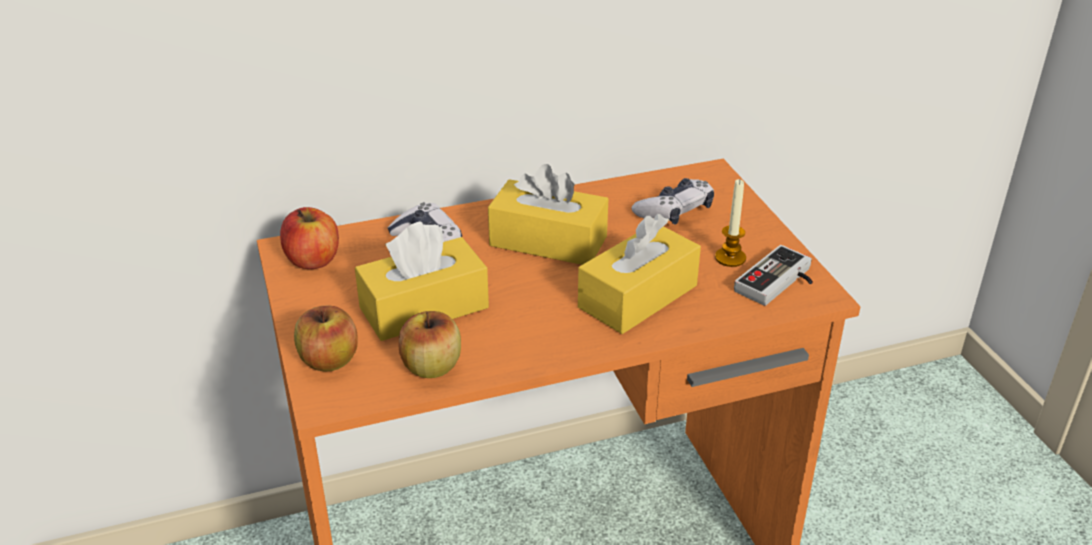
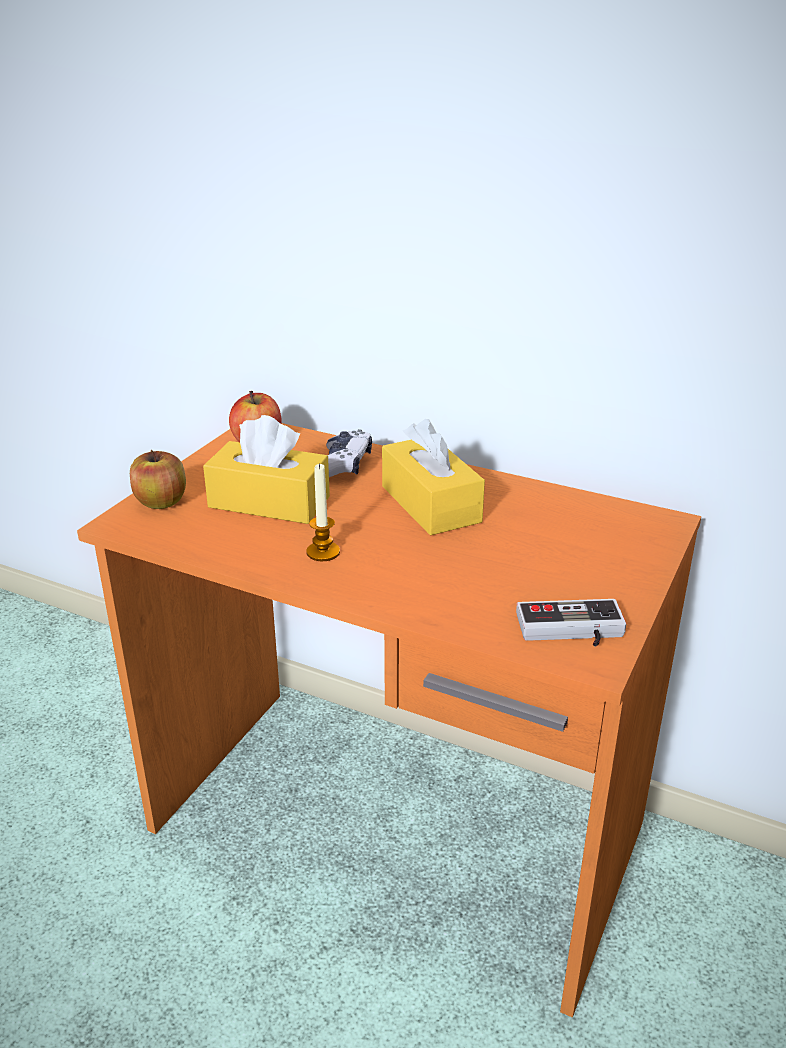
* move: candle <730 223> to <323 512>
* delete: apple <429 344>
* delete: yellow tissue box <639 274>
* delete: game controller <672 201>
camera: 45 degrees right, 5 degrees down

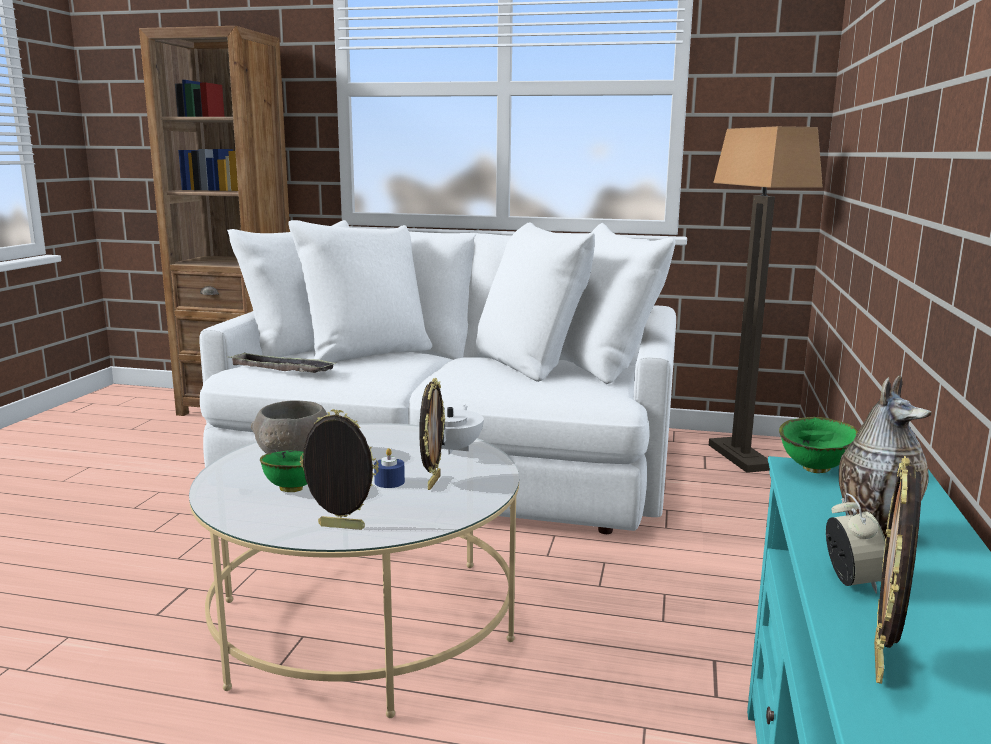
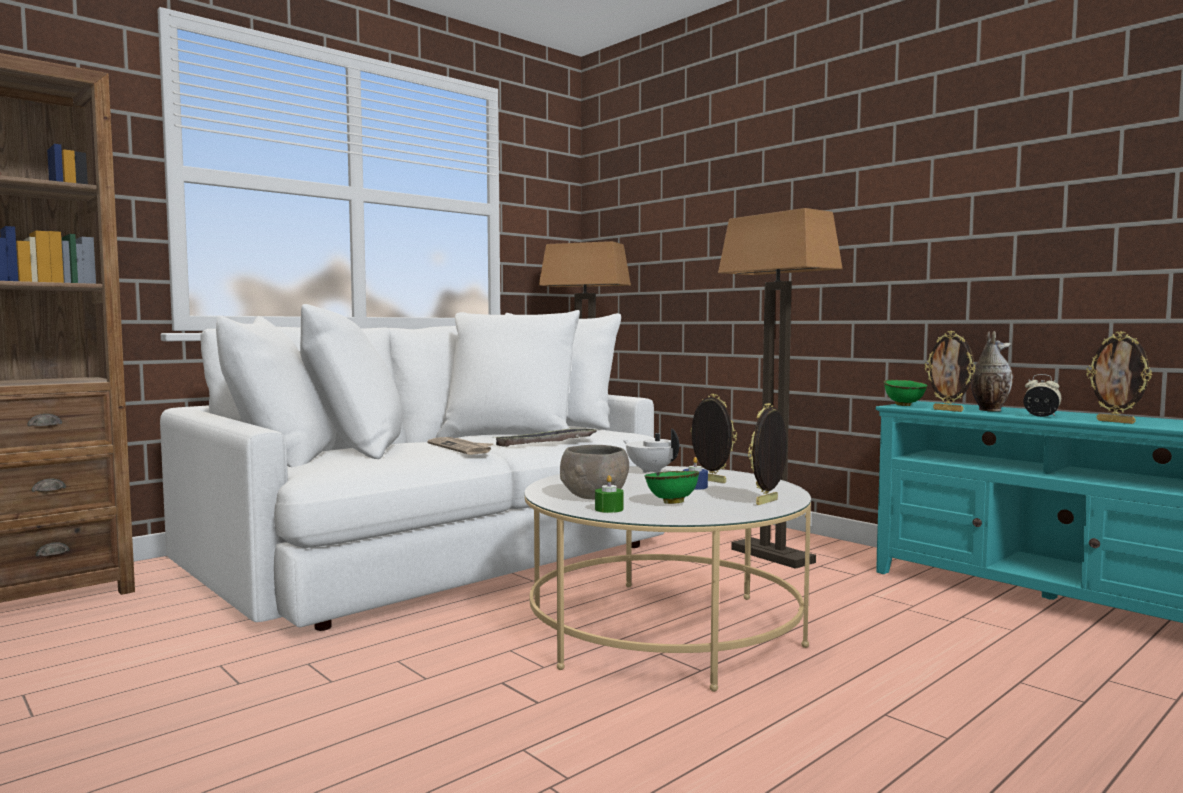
* insert: newspaper <460 446>
* move: tray <282 362> to <546 437>
* insert: green candle <609 494>
* insert: floor lamp <780 388>
* insert: picture frame <950 371>
camera: 55 degrees left, 10 degrees down

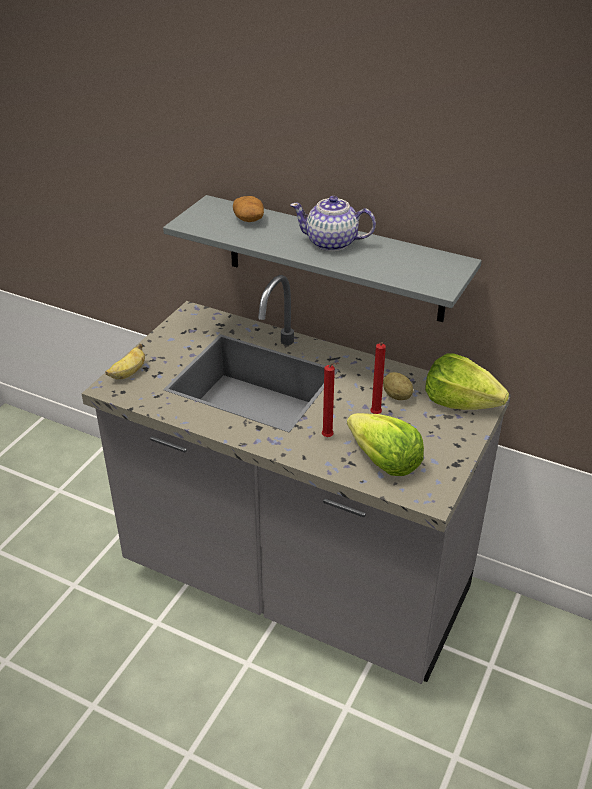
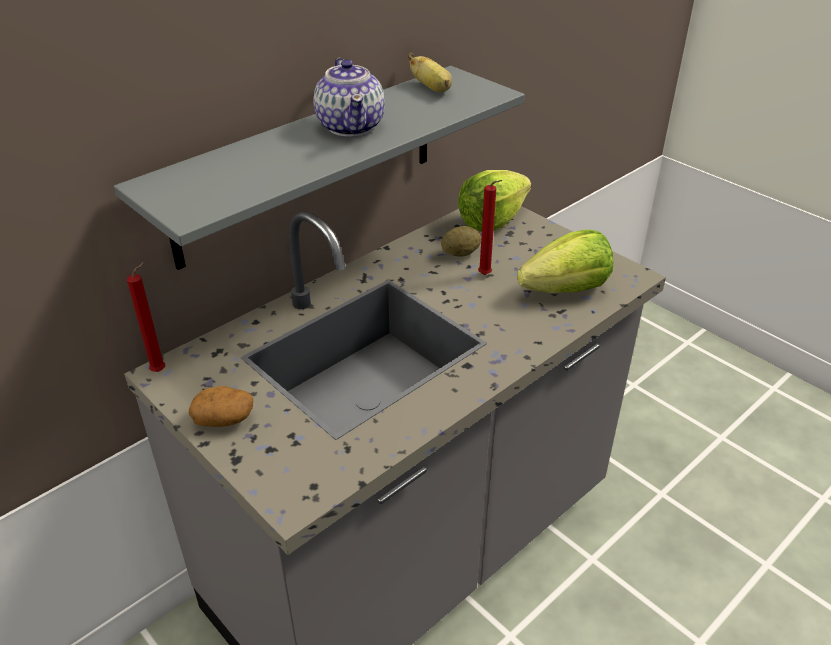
* move: red candle <330 400> to <146 317>
* move: potato <248 209> to <221 406>
* rotate: teapot <333 223> = <349 97> 45 degrees counterclockwise
* move: banana <125 361> to <430 72>
camera: 70 degrees left, 0 degrees up

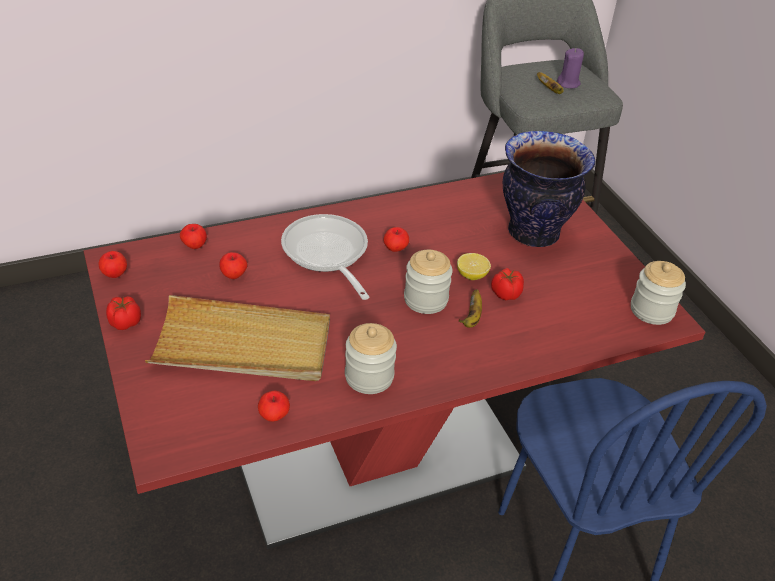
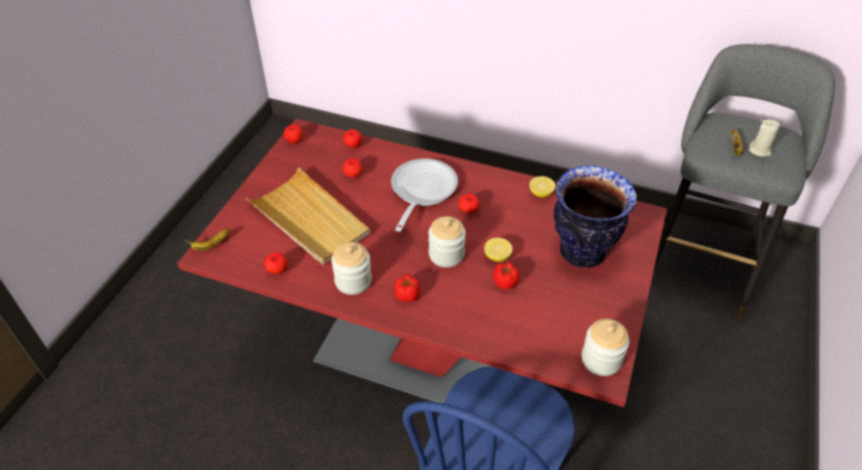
* move: banana <470 308> to <206 239>
* move: tomato <123 313> to <407 288>
* insert: lemon <542 187>
* recolor: purple candle <570 68> to beige candle <764 138>
camera: 45 degrees right, 5 degrees up

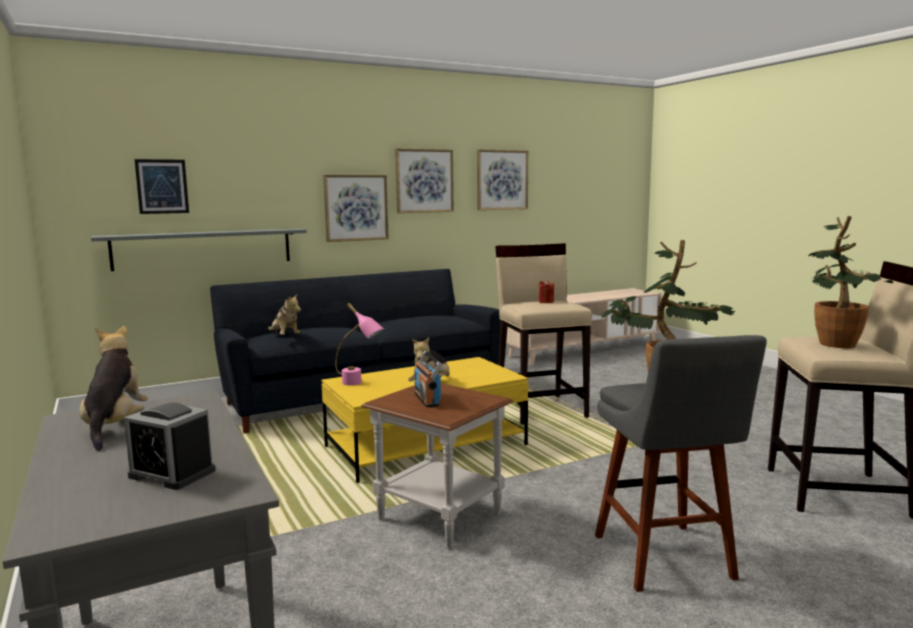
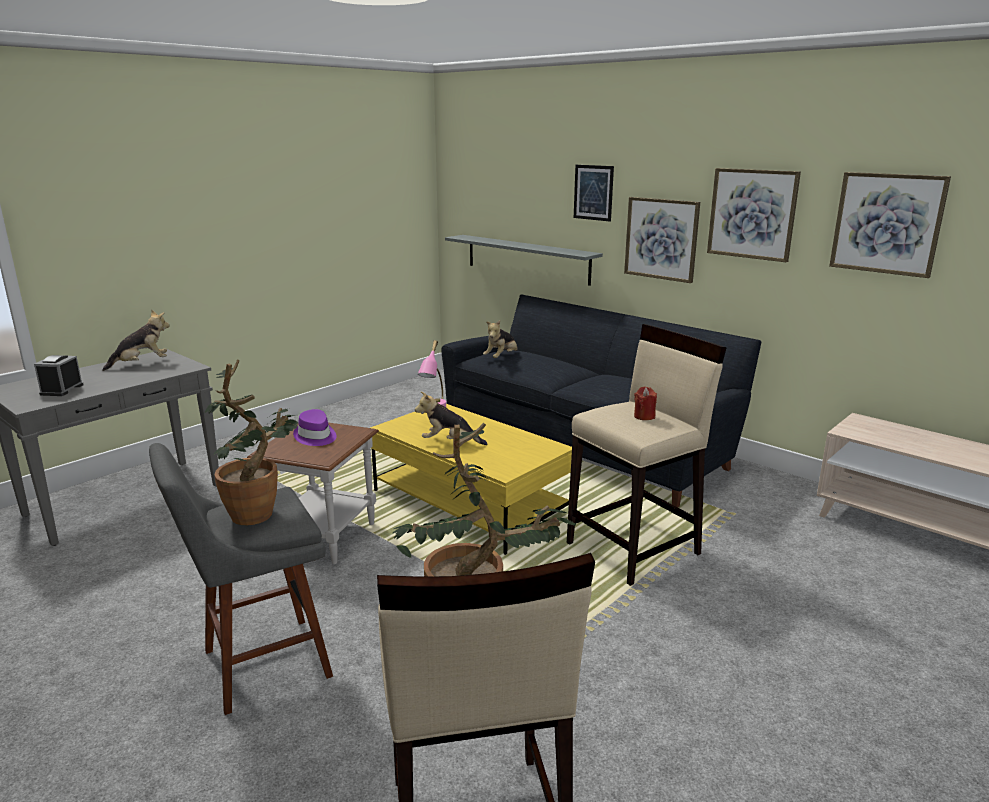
* replace: radio <428 379> to purple hat <314 427>
* move: picture <161 186> to <594 193>
camera: 70 degrees right, 10 degrees up

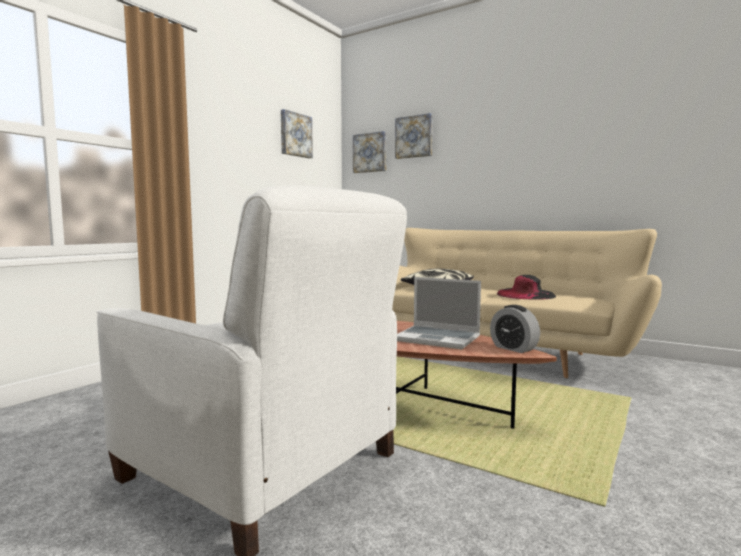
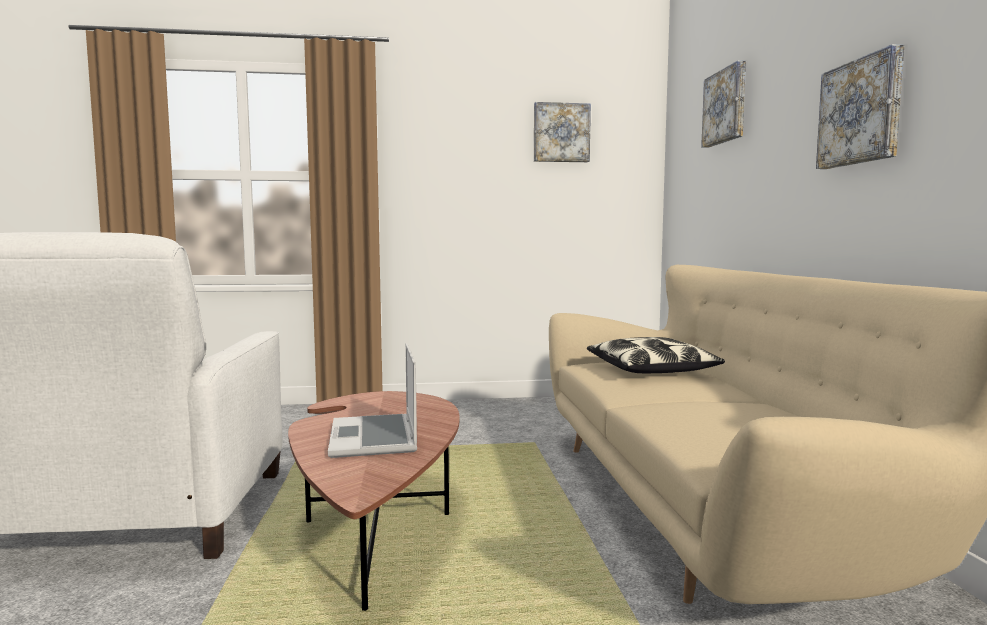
* move: picture <369 152> to <860 106>
* delete: alarm clock <515 329>
* delete: black hat <526 287>
camera: 50 degrees right, 0 degrees up

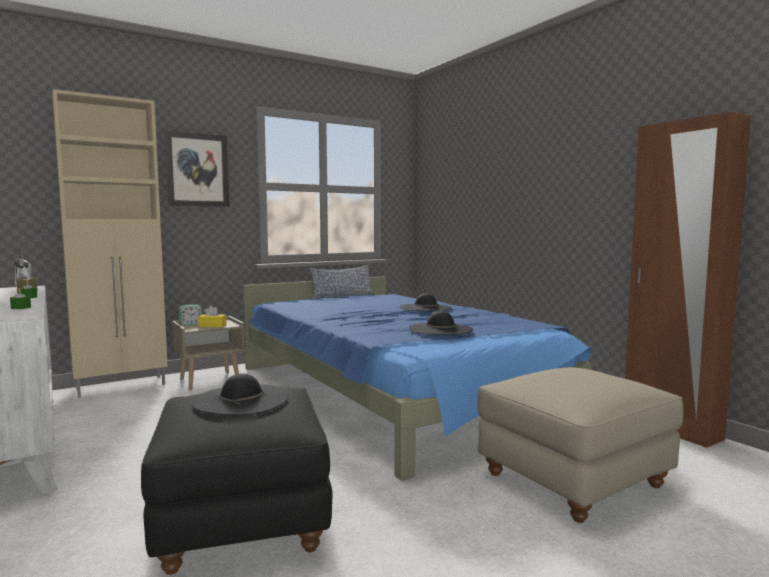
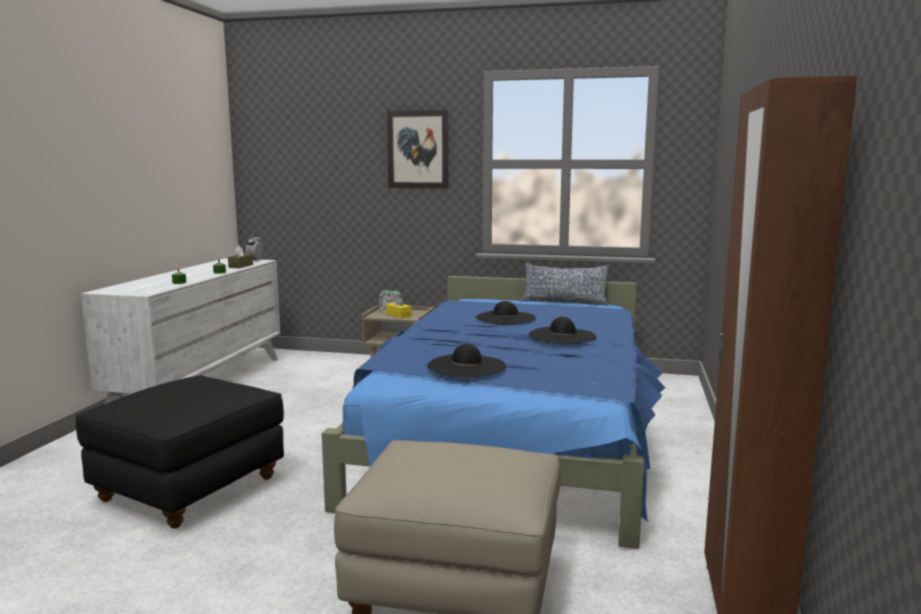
* move: black hat <240 394> to <506 313>
* delete: beige cabinet <110 243>
camera: 45 degrees right, 5 degrees up

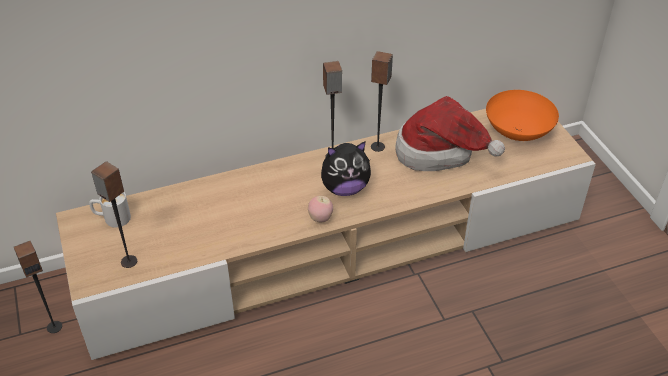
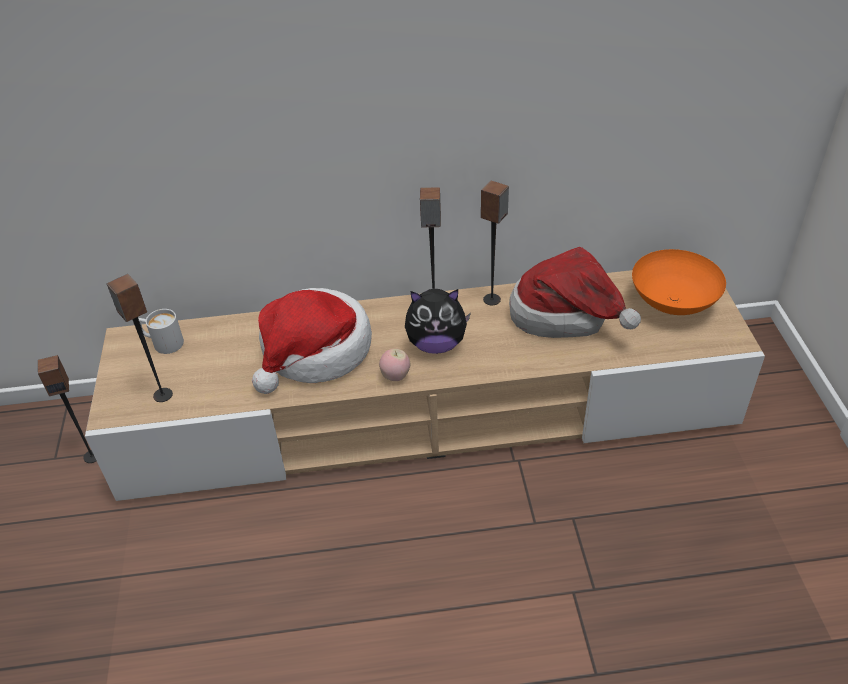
* insert: hat <312 341>
camera: 15 degrees right, 0 degrees up

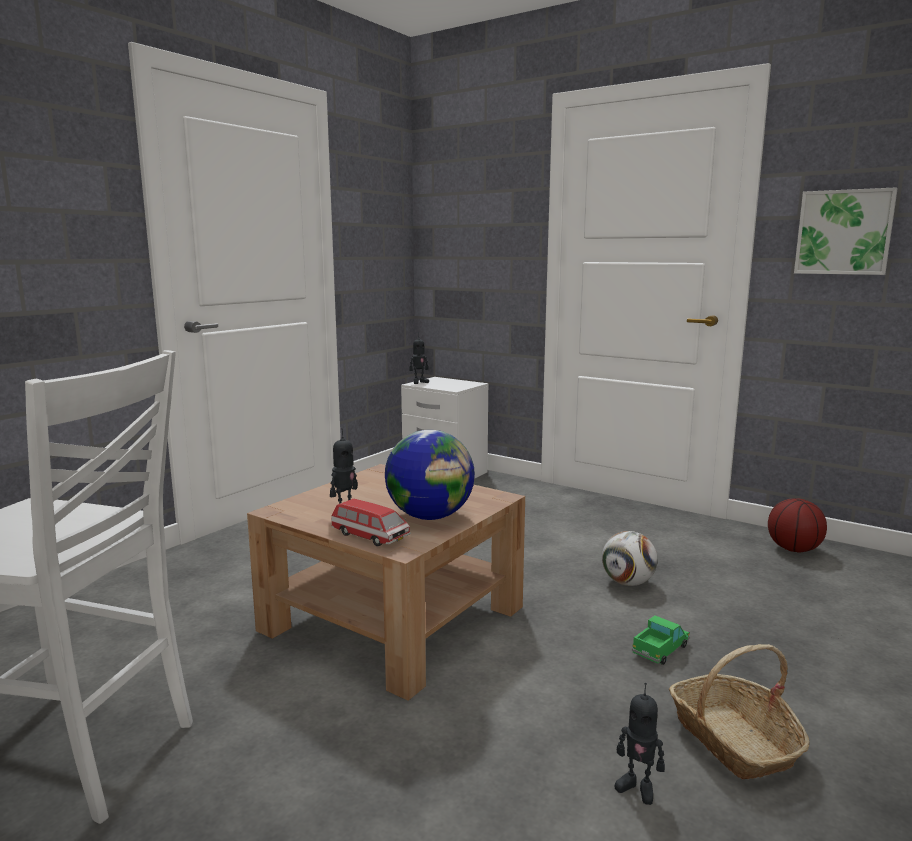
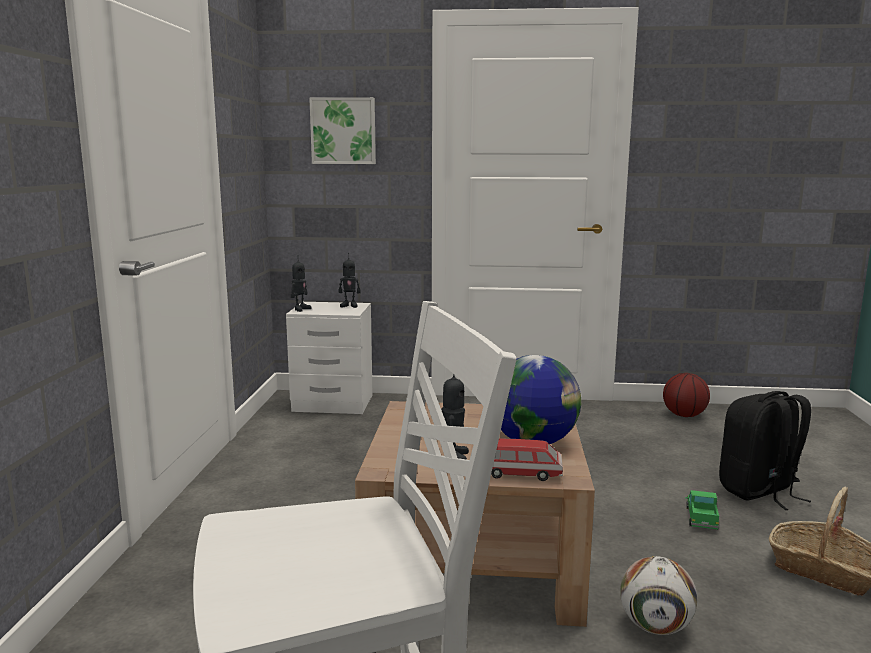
* move: picture <846 231> to <342 130>
* move: toy robot <640 744> to <350 280>
* move: football <630 558> to <658 595>
* insert: black backpack <765 450>
camera: 30 degrees left, 0 degrees up

